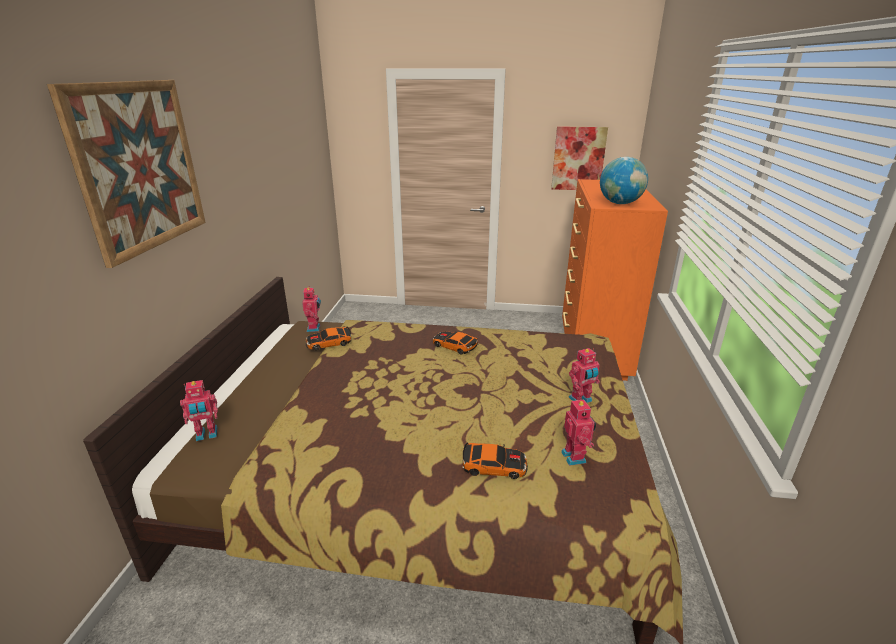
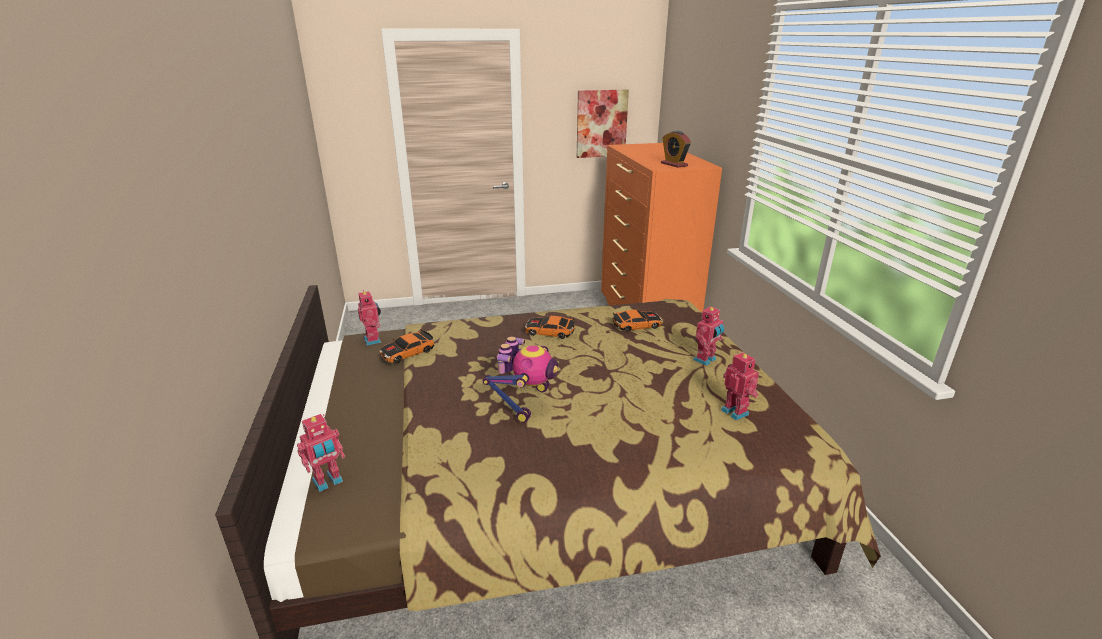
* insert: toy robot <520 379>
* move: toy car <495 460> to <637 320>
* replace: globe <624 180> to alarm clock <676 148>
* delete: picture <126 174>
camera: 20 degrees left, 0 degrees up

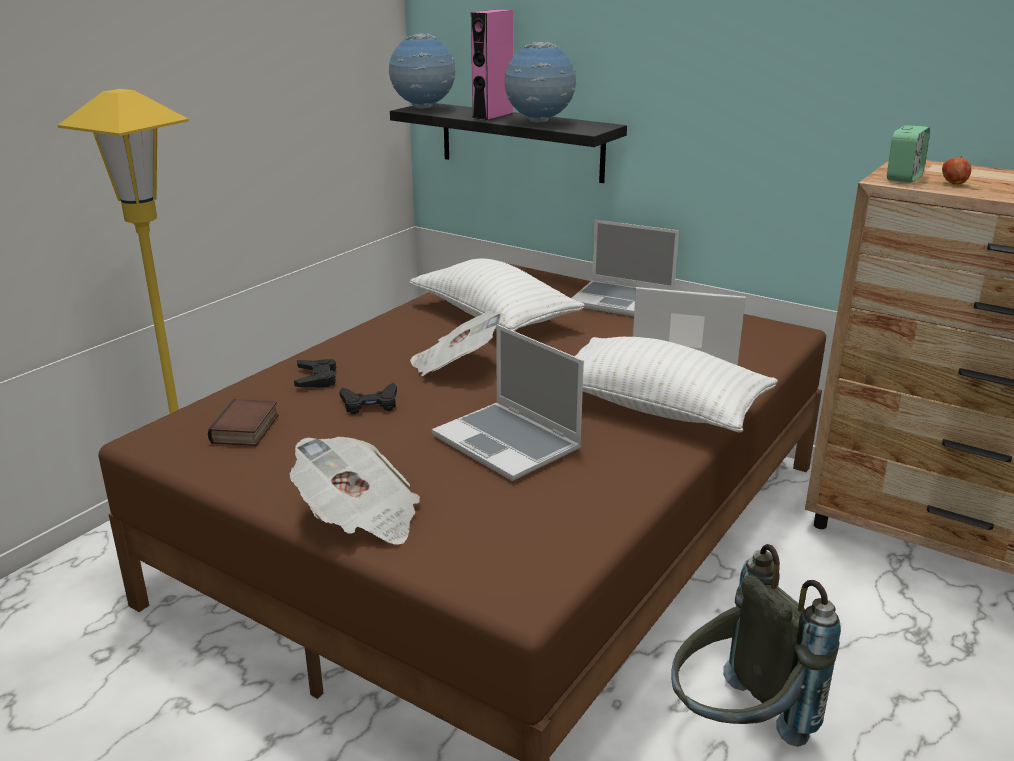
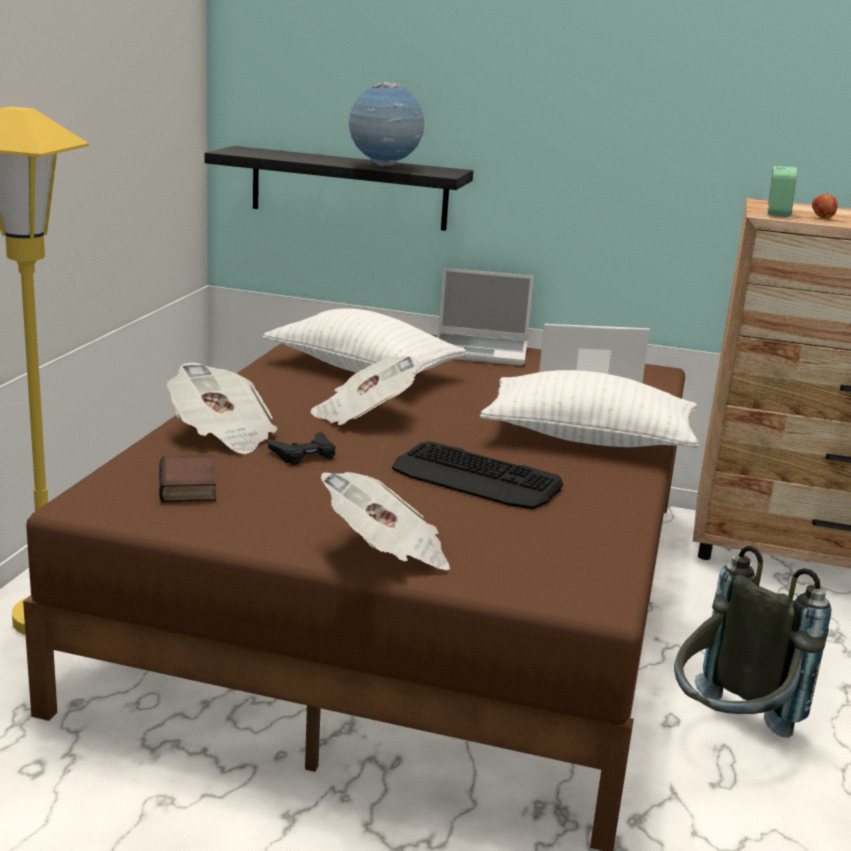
* replace: black game controller <315 373> to newspaper <222 408>
* replace: laptop <508 402> to keyboard <477 475>
* delete: globe <422 71>
* delete: pink speaker <492 65>
camera: 20 degrees left, 5 degrees down

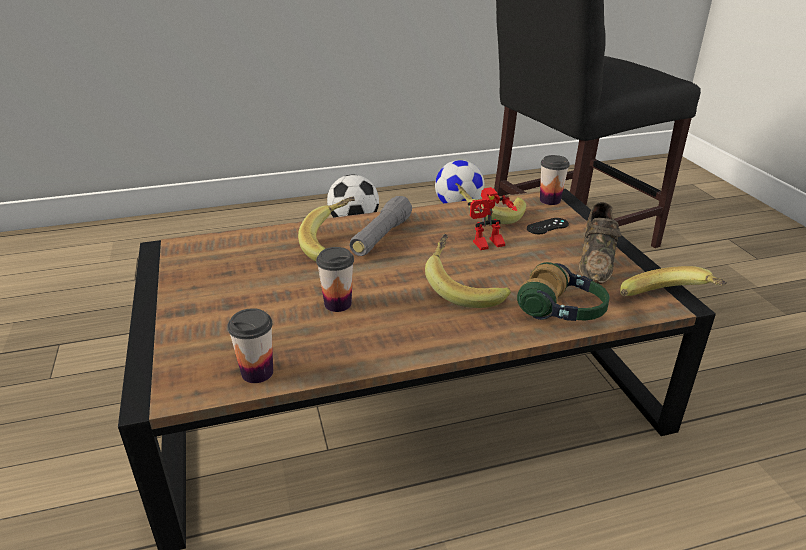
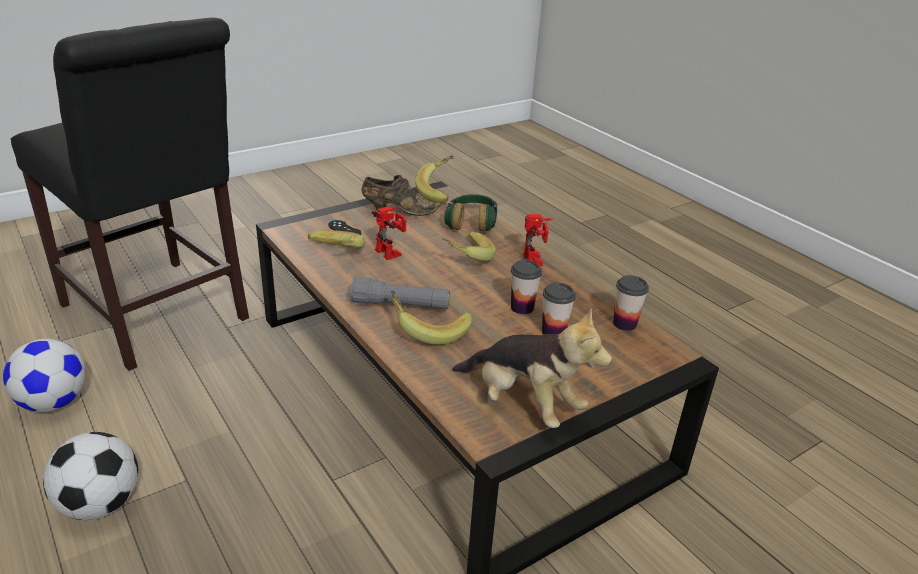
* insert: plush toy <532 368>
* insert: toy robot <538 240>
* move: cup <555 180> to <559 309>
camera: 110 degrees left, 0 degrees up

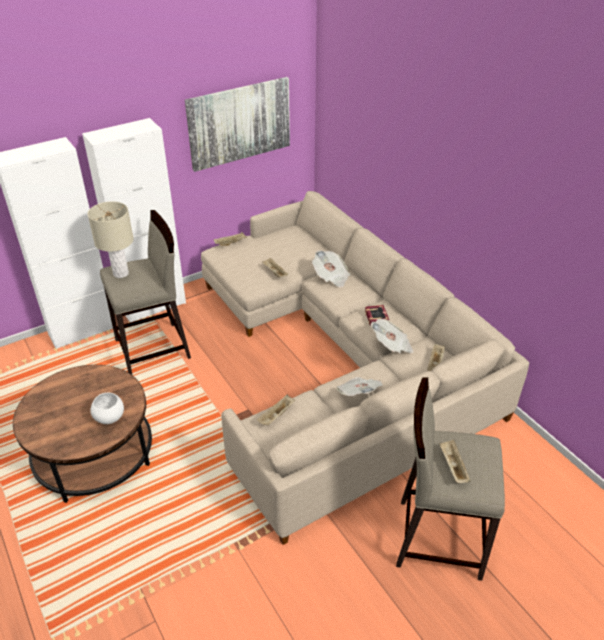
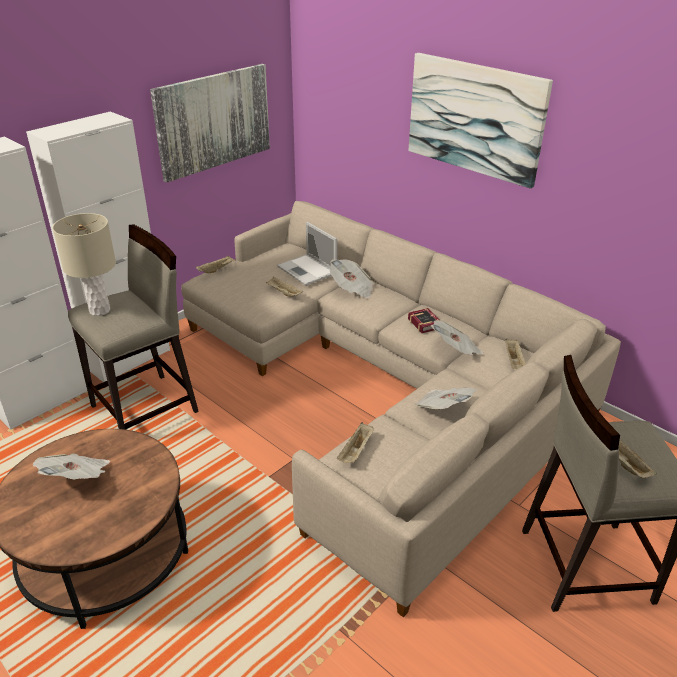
* insert: newspaper <71 466>
* insert: laptop <307 254>
* insert: picture <480 121>
* delete: white bowl <107 408>
camera: 15 degrees left, 5 degrees down

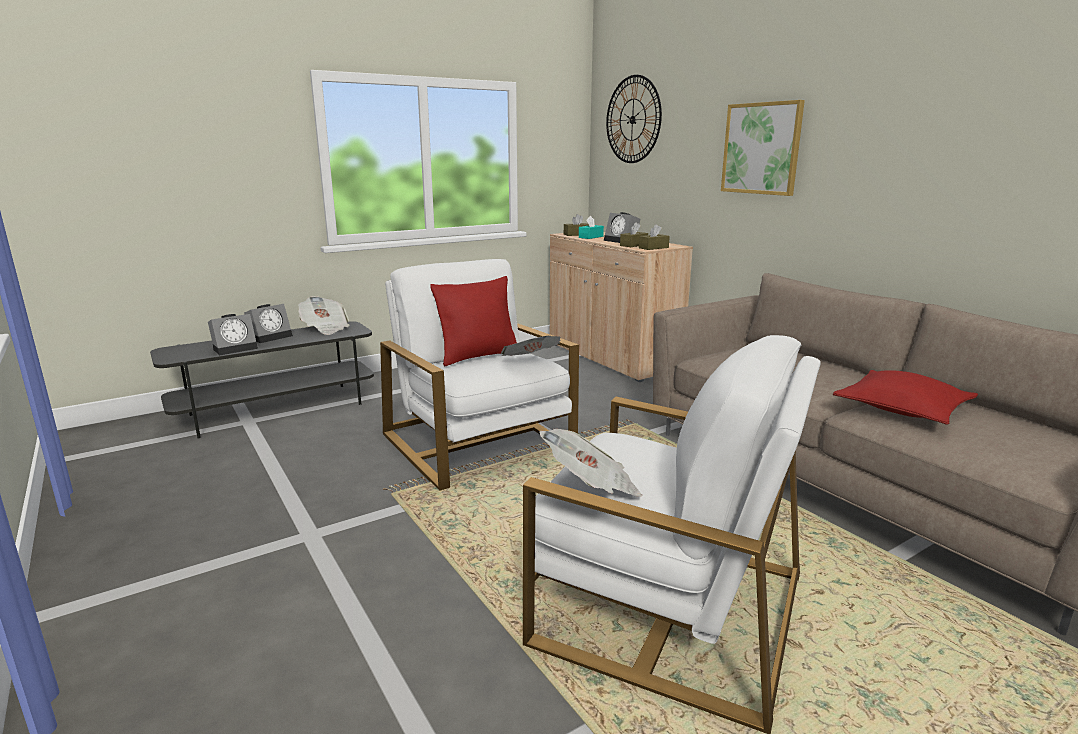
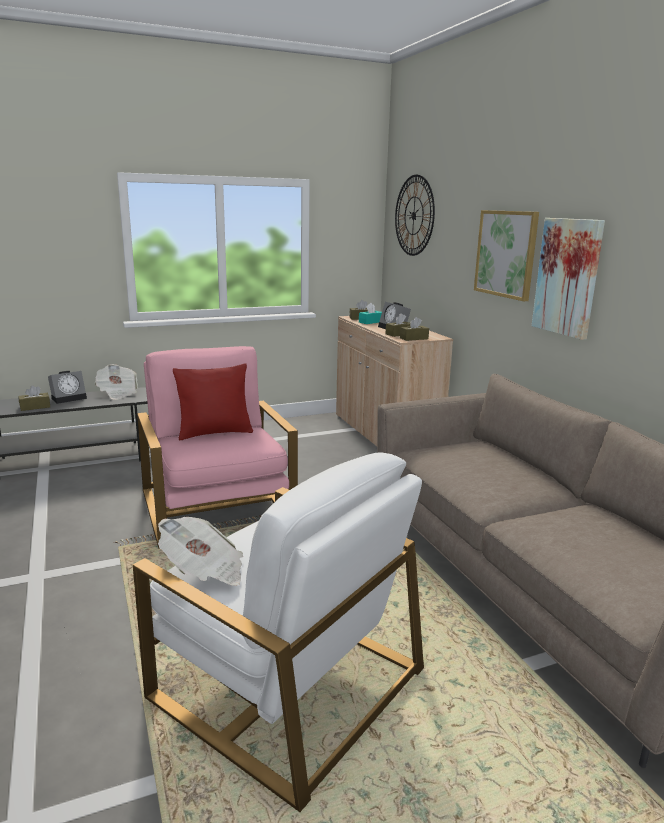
* replace: alarm clock <233 334> to brown tissue box <34 398>
* recolor: white armchair <479 375> to pink armchair <217 447>
* insert: picture <568 279>
* delete: newspaper <531 346>
* delete: red pillow <905 397>
camera: 10 degrees right, 0 degrees up

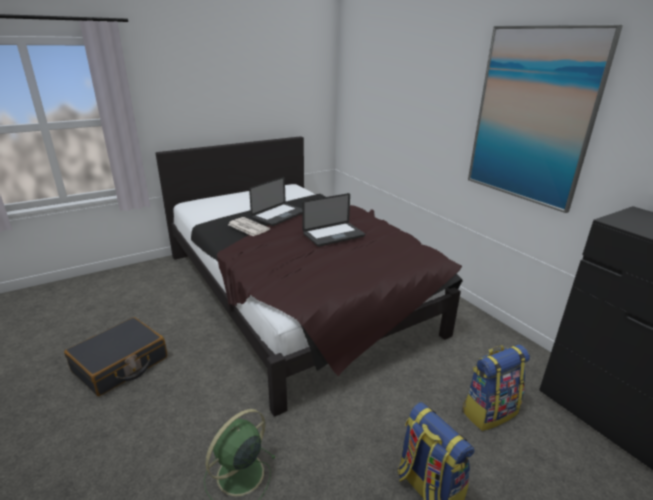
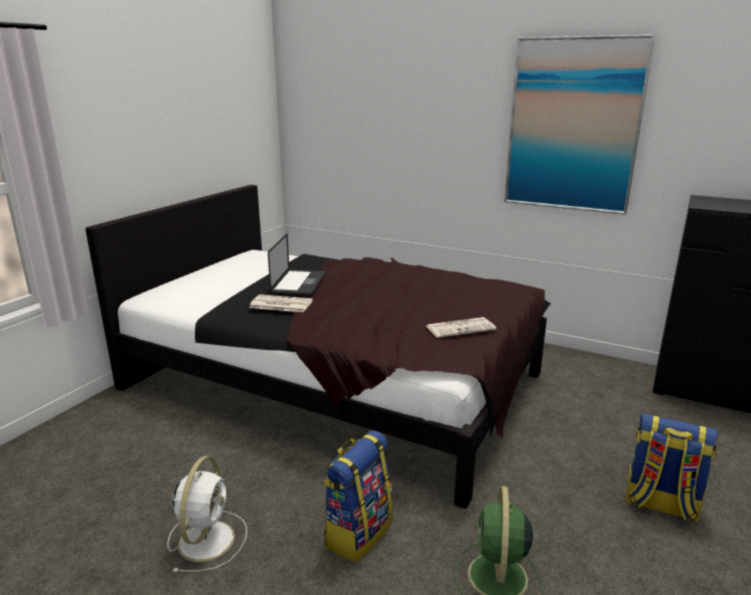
* replace: black suitcase <116 356> to white fan <207 514>
* move: backpack <496 387> to <358 496>
* insert: newspaper <461 327>
* delete: laptop <333 220>
camera: 30 degrees left, 5 degrees down

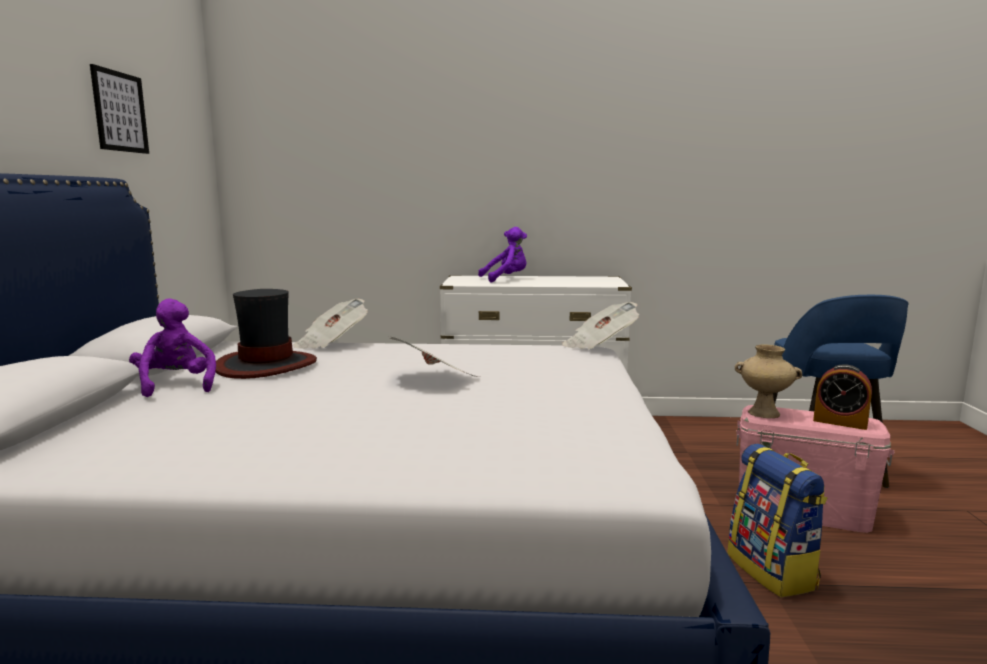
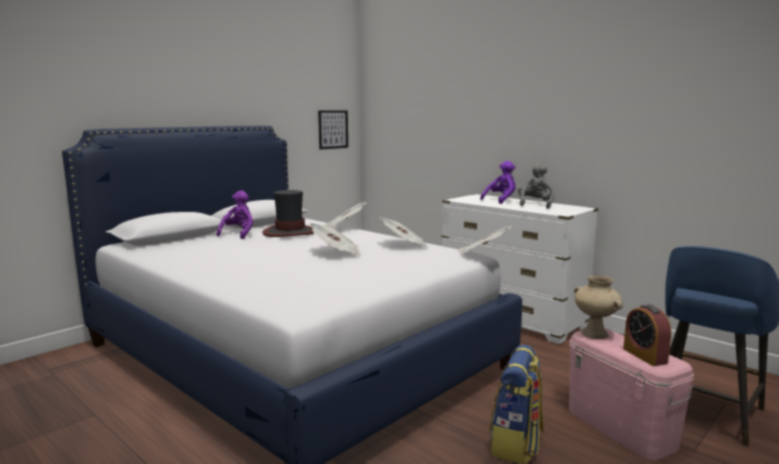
* move: picture <119 109> to <333 130>
* insert: newspaper <403 232>
* rotate: purple plush toy <502 255> = <498 182> 60 degrees counterclockwise
* insert: grey plush toy <536 186>
camera: 40 degrees right, 0 degrees up

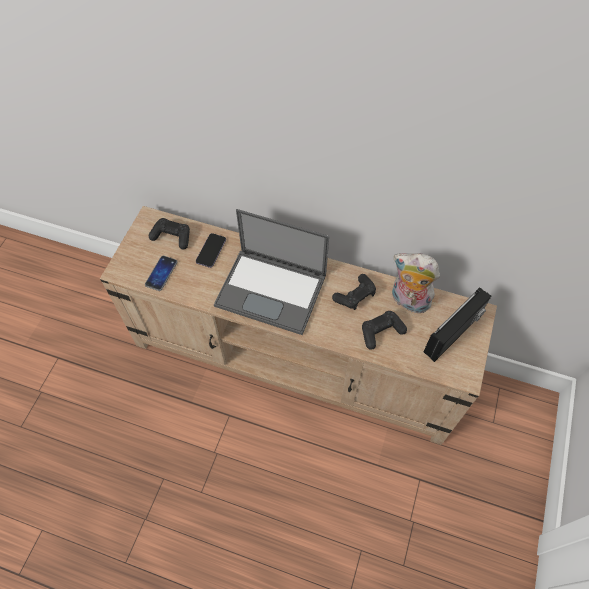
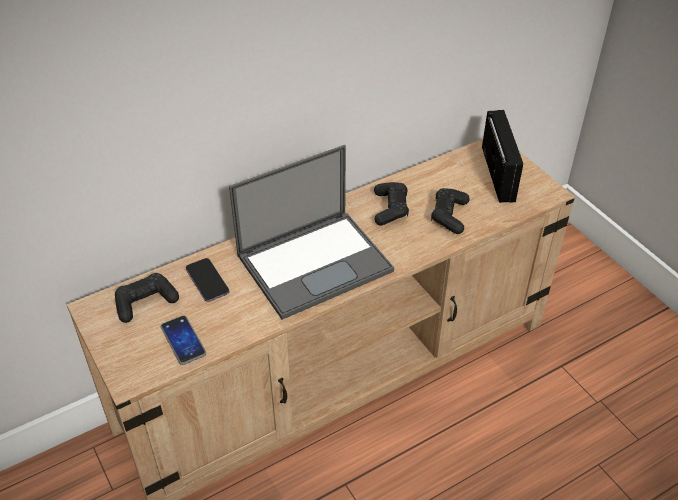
* delete: plush toy <416 283>
camera: 50 degrees left, 15 degrees down

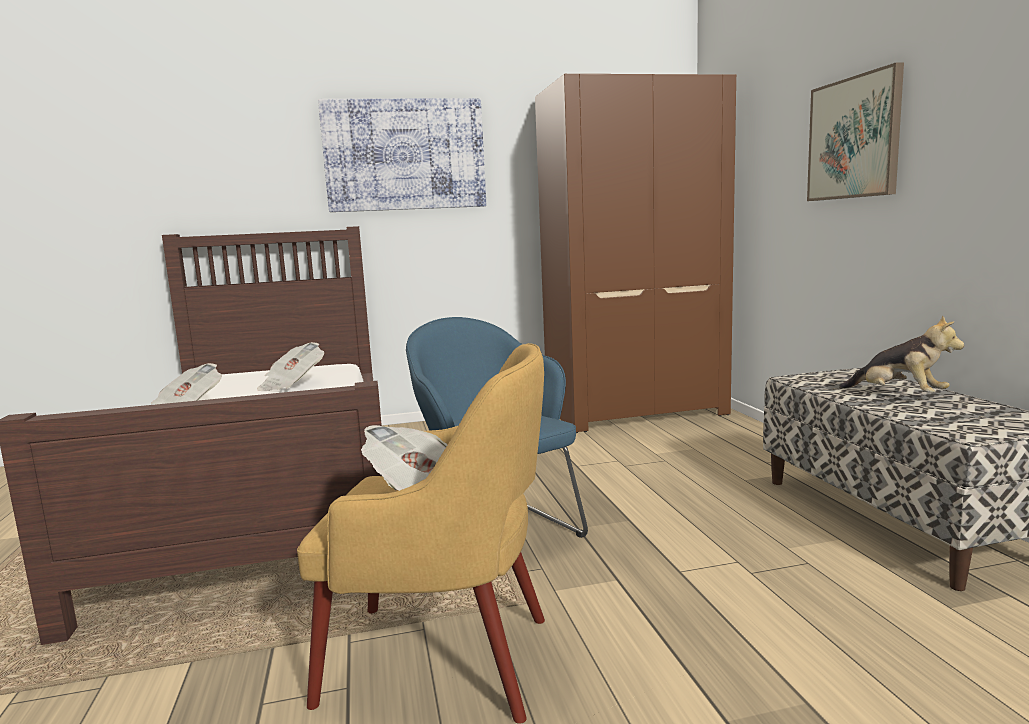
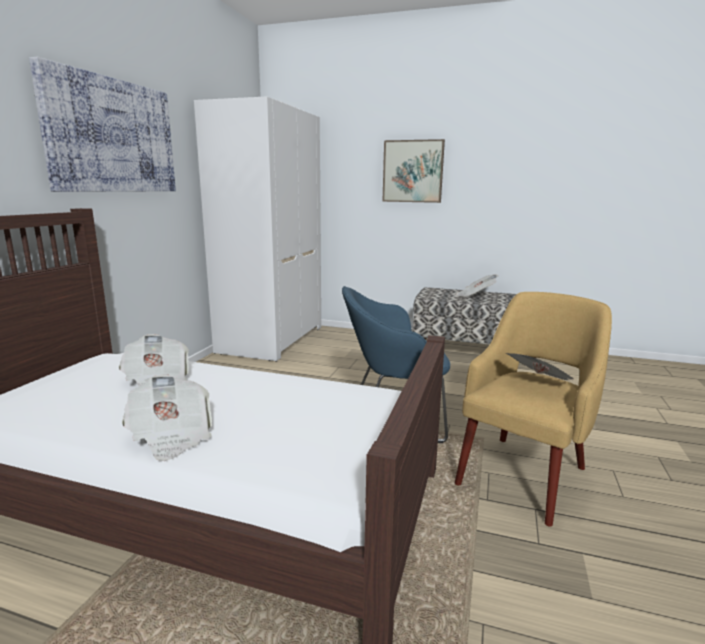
* recolor: brown wardrobe <635 253> to white wardrobe <257 229>
* replace: plush toy <901 354> to newspaper <477 285>
camera: 60 degrees left, 5 degrees up

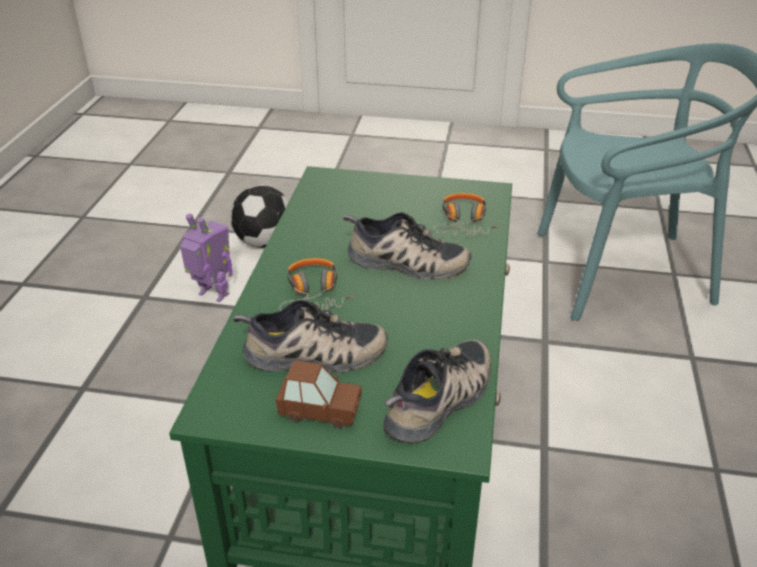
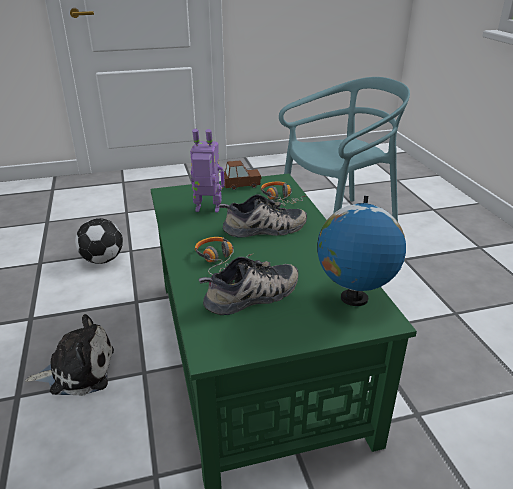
* insert: plush toy <69 355>
* move: toy robot <206 257> to <207 170>
* move: brown toy car <318 394> to <242 175>
* replace: shoe <437 391> to globe <361 251>
camera: 25 degrees left, 5 degrees down

